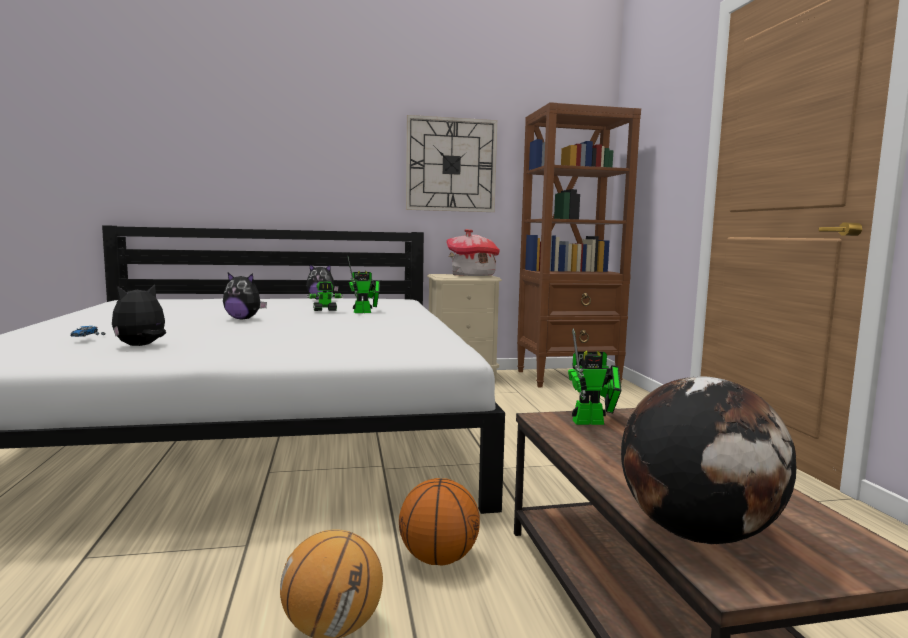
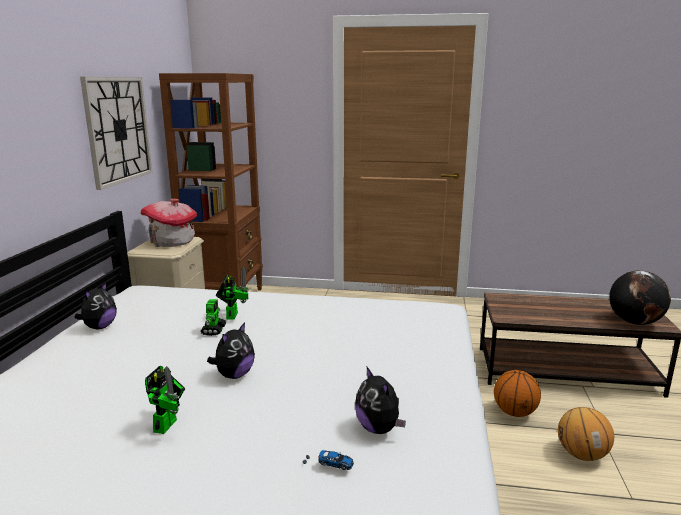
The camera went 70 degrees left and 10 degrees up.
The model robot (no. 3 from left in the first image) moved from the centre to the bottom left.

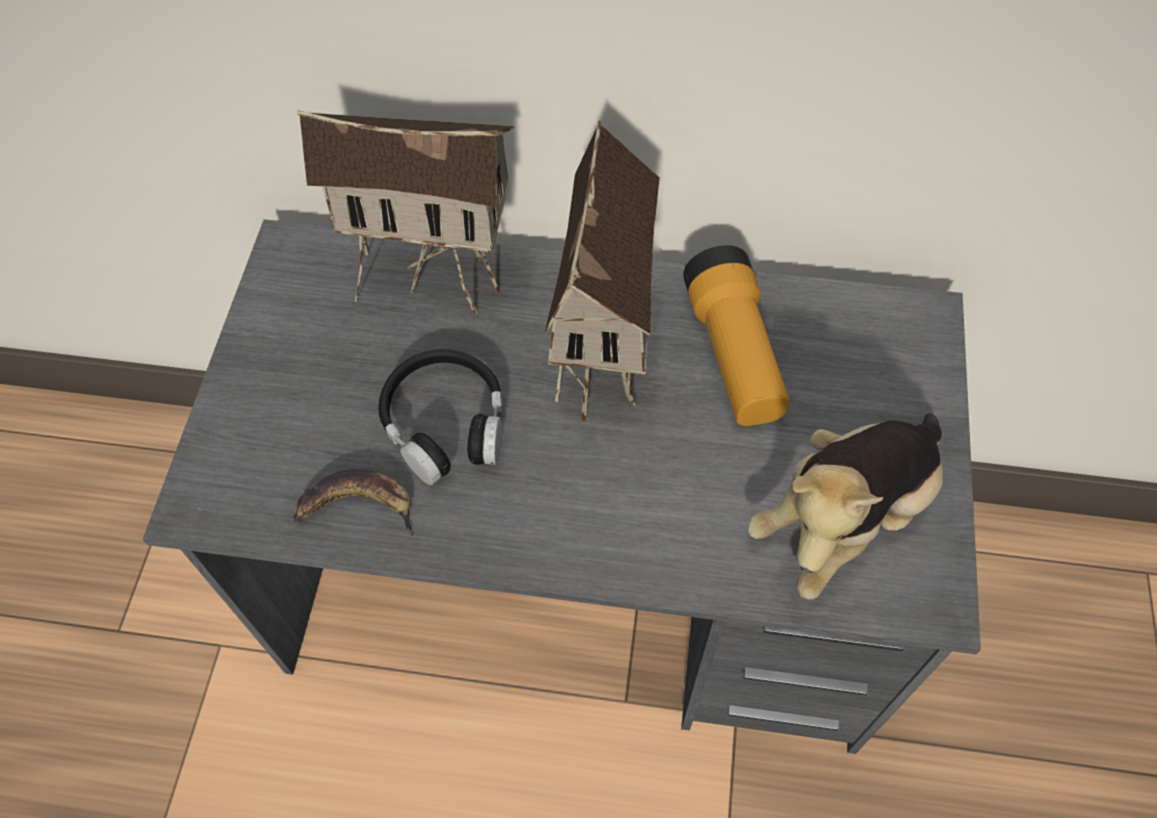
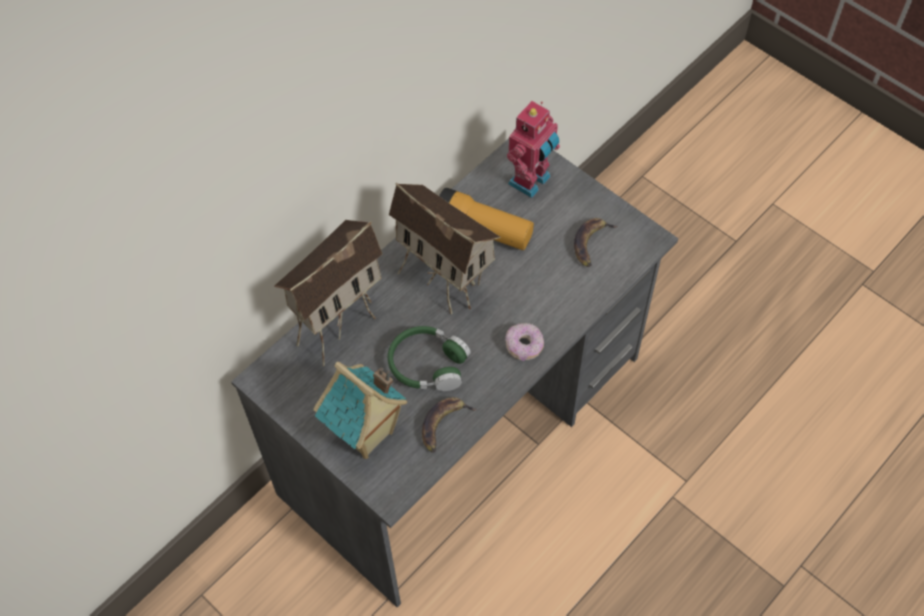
The camera went 55 degrees left and 0 degrees up.
The pair of headphones (black) at the centre became the pair of headphones (green) at the centre.
The cuddly toy at the middle right was replaced by the banana (no. 2 from left) at the centre.
The model robot at the top centre appeared.
The ring doughnut at the centre appeared.
The miniature house (no. 2 from left) at the centre appeared.

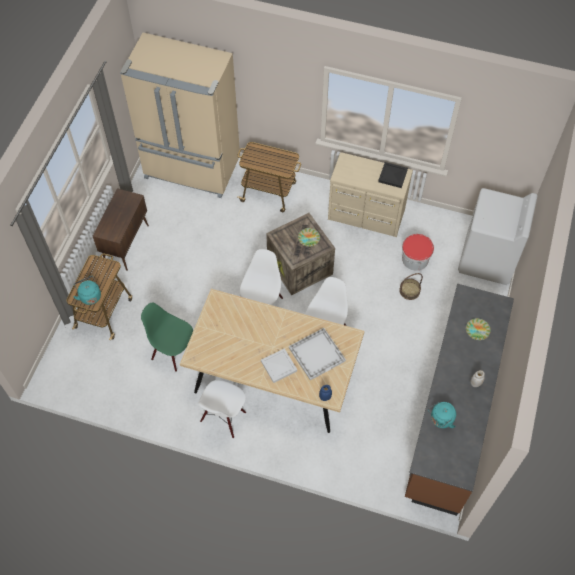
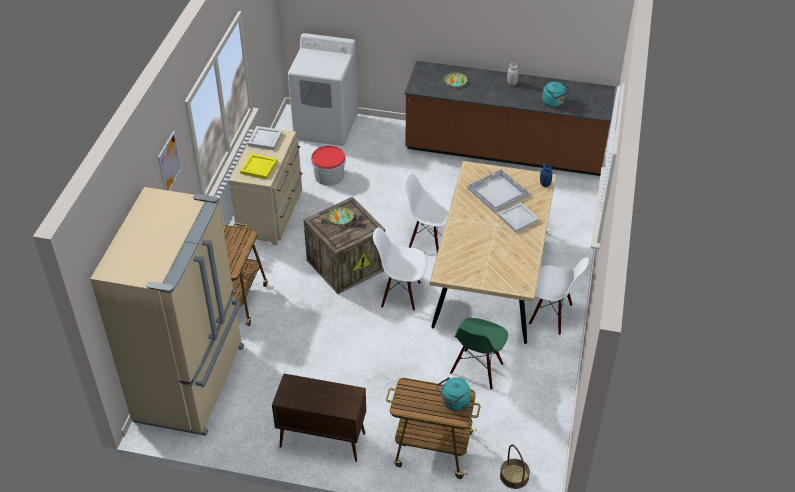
The camera went 95 degrees left and 15 degrees down.
The carrying tray (black) at the top right became the carrying tray (white) (no. 1 from left) at the top centre.
The household basket moved from the middle right to the bottom centre.
The wall art at the top left appeared.
The carrying tray (yellow-coloured) at the middle left appeared.

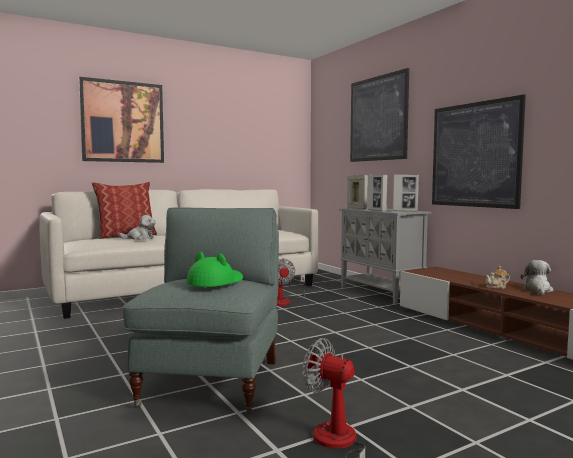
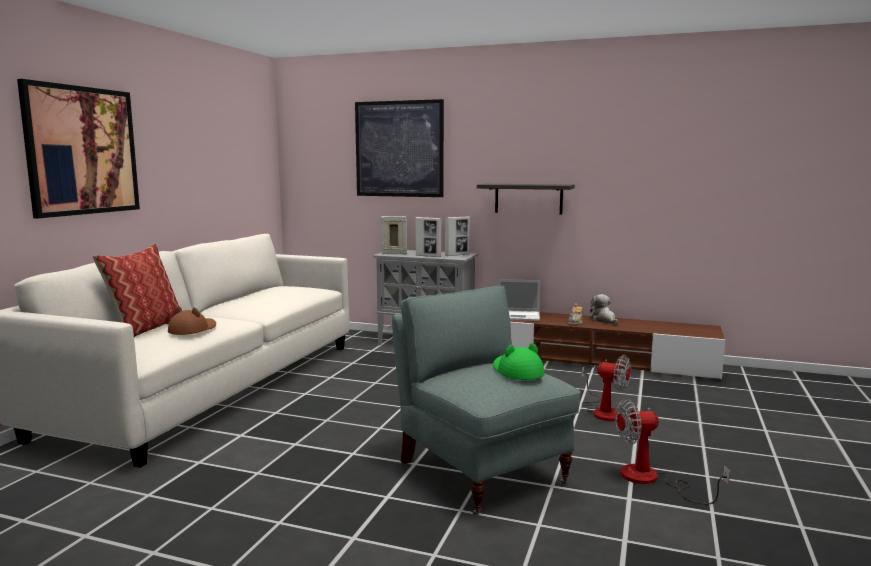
The camera went 40 degrees left and 5 degrees up.
The wall art (no. 3 from left) at the top right was replaced by the wall shelf at the centre.
The cuddly toy (no. 1 from left) at the middle left was replaced by the clothing hat (brown) at the middle left.
The electric fan (no. 1 from left) moved from the centre to the bottom right.
The laptop at the centre appeared.

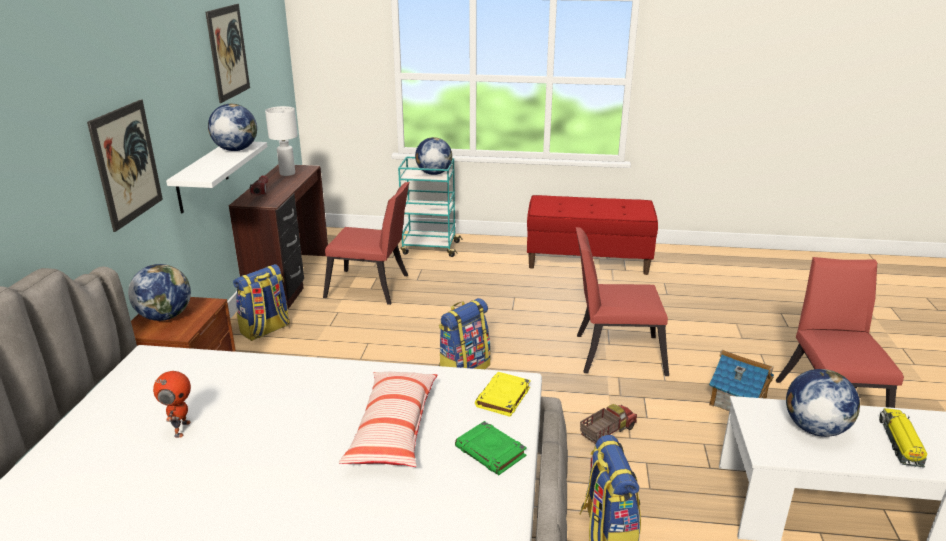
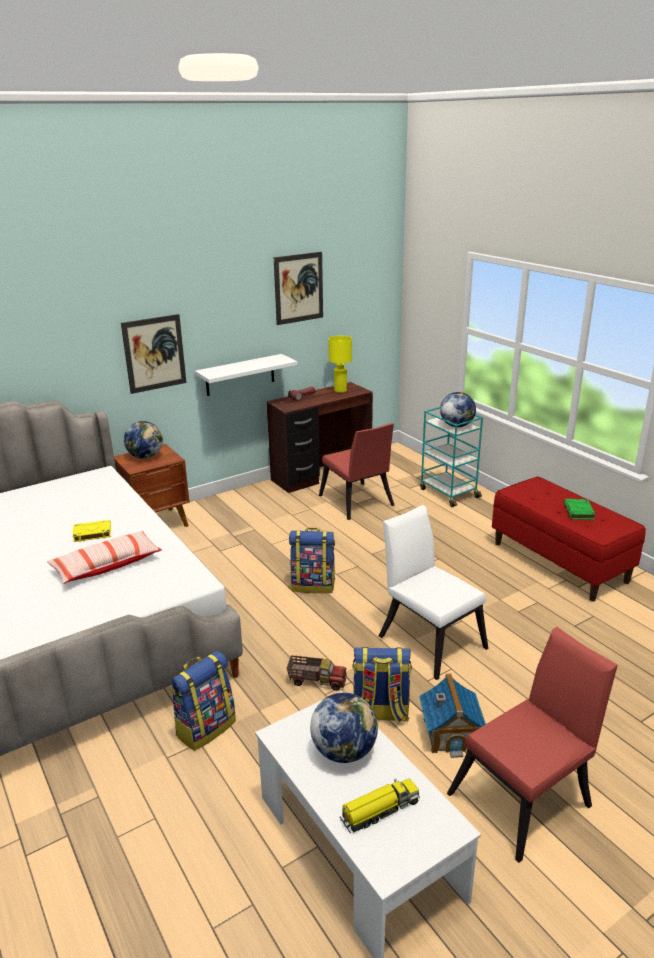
The camera went 50 degrees right and 0 degrees up.
The world globe (no. 2 from left) at the top left disappeared.
The tabletop lamp (white) at the top left became the tabletop lamp (yellow-coloured) at the centre.
The chair (reddish) (no. 2 from left) at the centre became the chair (white) at the centre.
The knapsack (no. 1 from left in the first image) moved from the middle left to the bottom centre.
The model robot at the bottom left disappeared.
The bound book (yellow-coloured) moved from the bottom centre to the middle left.
The bound book (green) moved from the bottom centre to the middle right.

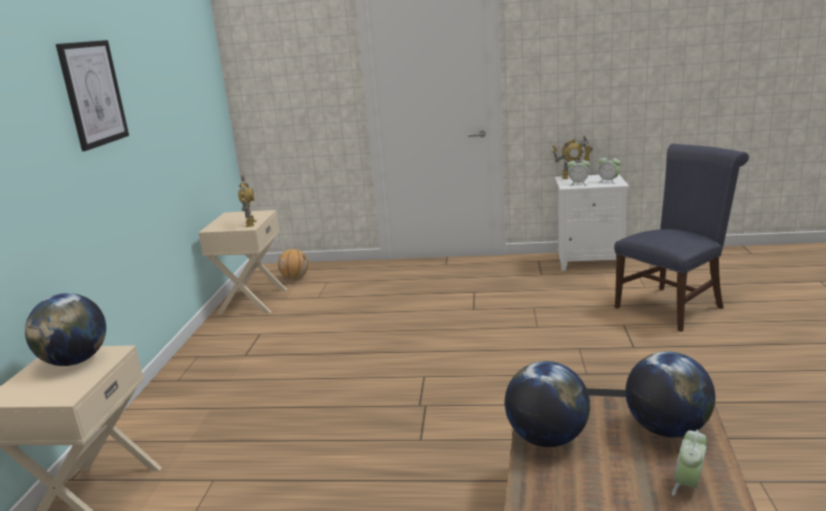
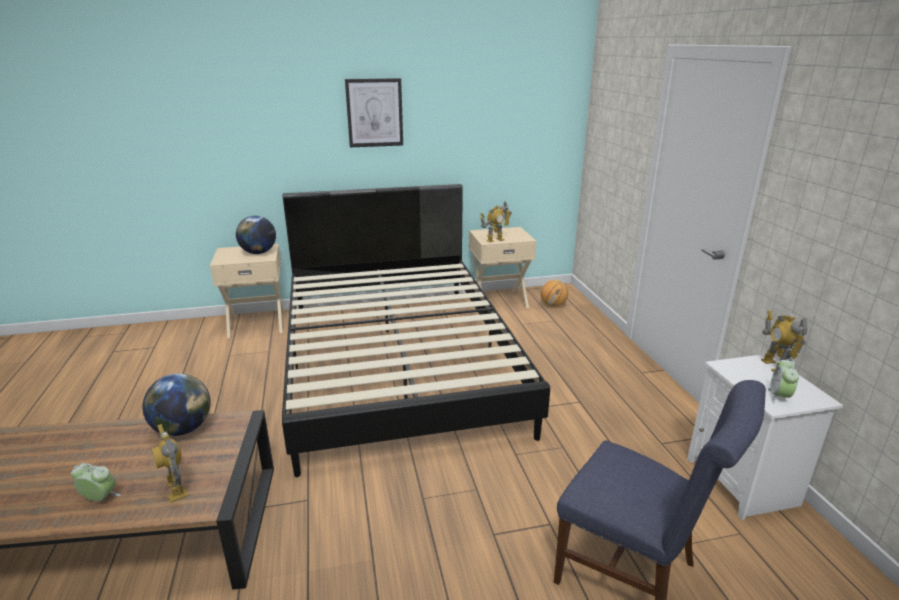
The camera went 70 degrees right and 5 degrees up.
The bedside clock (no. 1 from left) at the middle right disappeared.
The world globe (no. 3 from left) at the bottom right was replaced by the model robot (no. 1 from left) at the bottom left.
The bed (black) at the centre appeared.

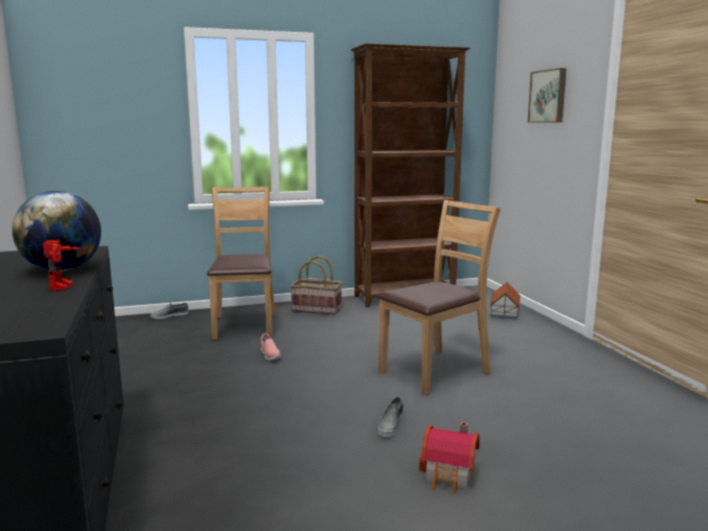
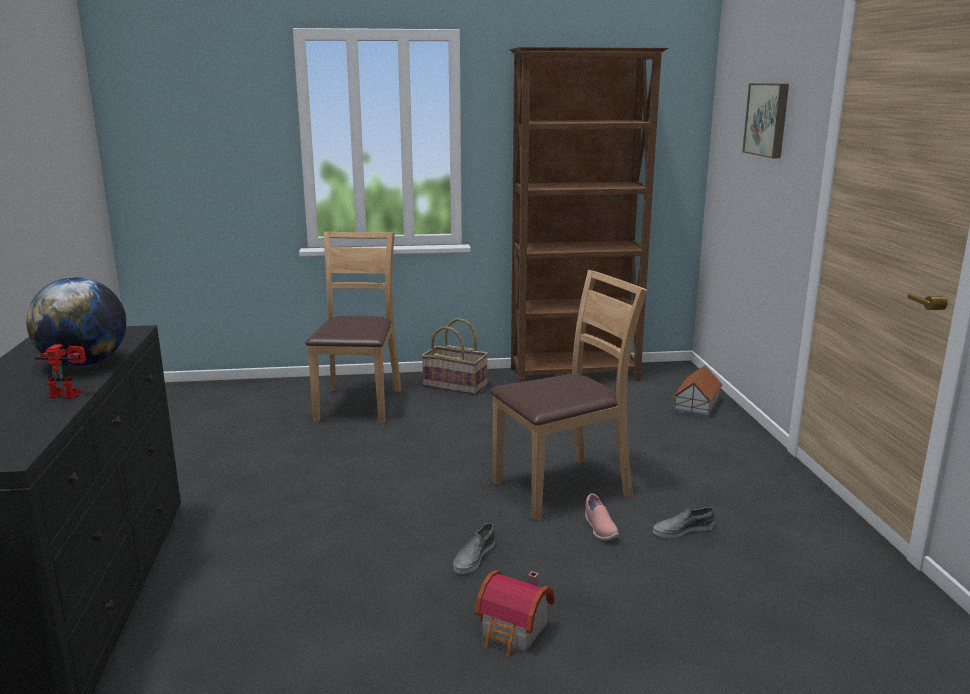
The camera went 10 degrees right and 5 degrees up.
The model robot at the middle left turned 90 degrees counterclockwise.
The shoe (grey) (no. 1 from left in the first image) moved from the middle left to the bottom right.
The shoe (pinkish) moved from the centre to the bottom centre.

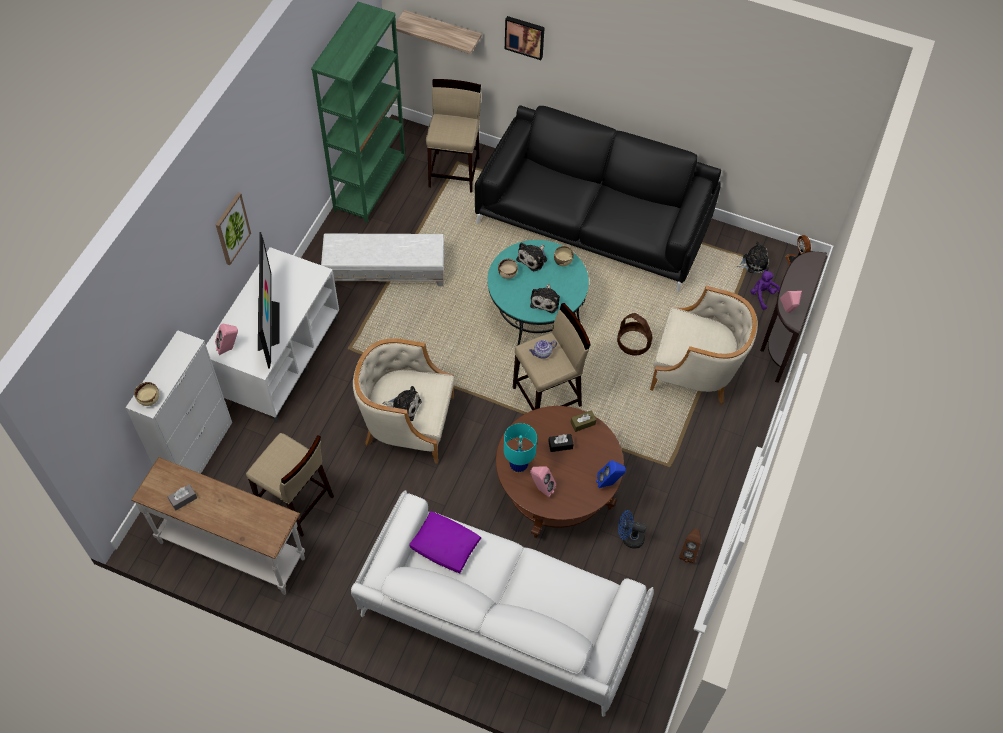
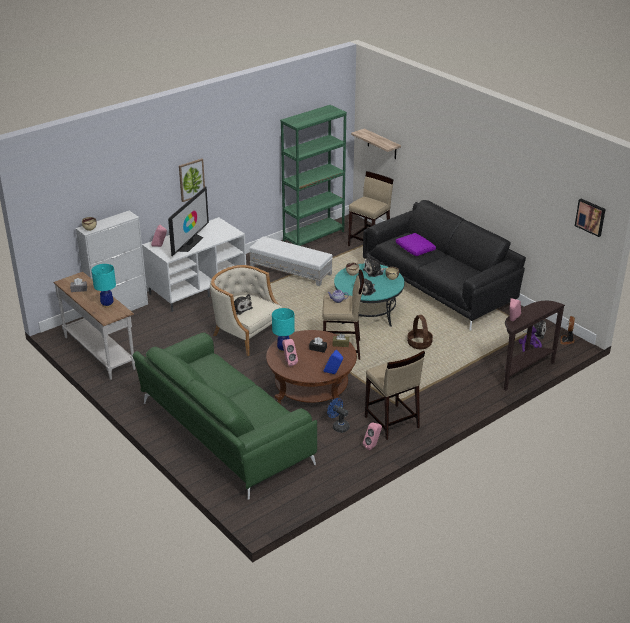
The camera went 30 degrees right and 25 degrees down.
The wall art (no. 2 from left) moved from the top centre to the middle right.
The easy chair (sand-coloured) (no. 2 from left) at the middle right disappeared.
The stool (sand-coloured) (no. 1 from left in the first image) moved from the middle left to the centre.
The sofa (white) at the bottom centre became the sofa (green) at the bottom centre.
The cushion (purple) moved from the bottom centre to the centre.
The loudspeaker (brown) at the bottom right became the loudspeaker (pinkish) (no. 3 from left) at the bottom centre.
The tabletop lamp (turquoise) (no. 1 from left) at the middle left appeared.

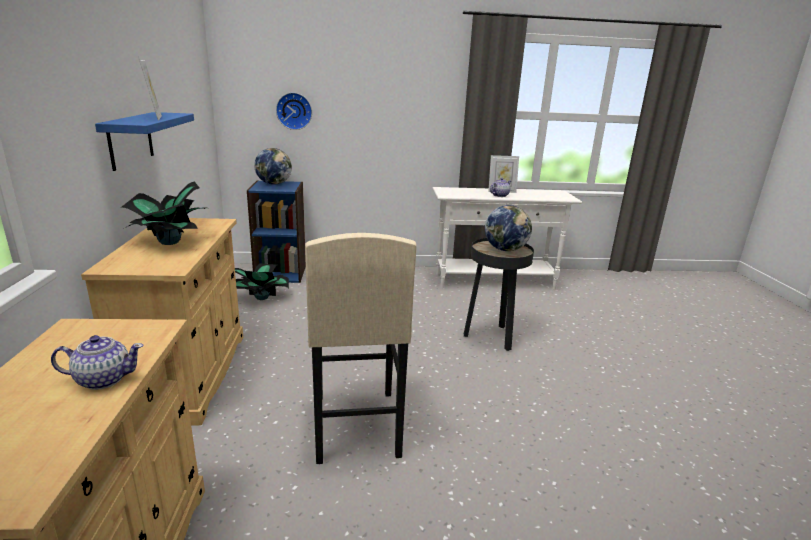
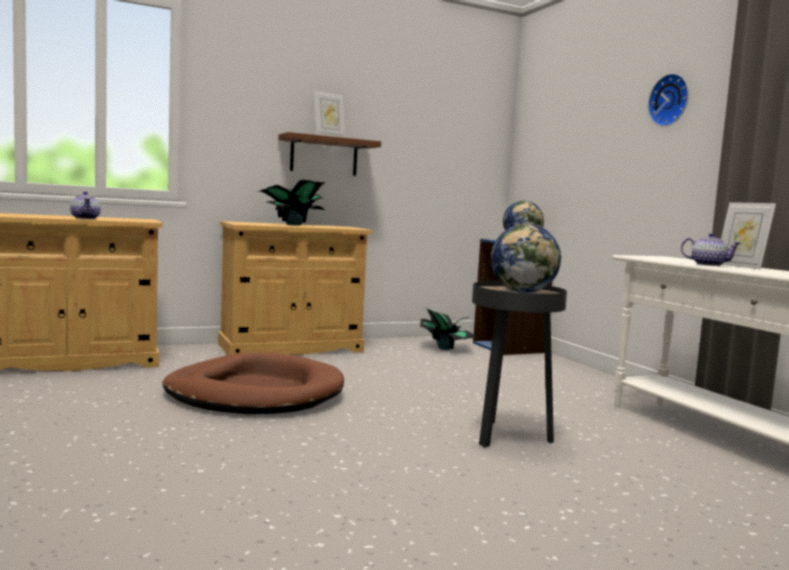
The camera went 70 degrees right and 15 degrees down.
The wall clock moved from the top centre to the top right.
The wall shelf (blue-coloured) at the top left became the wall shelf (brown) at the top centre.
The stool (sand-coloured) at the centre was replaced by the dog bed (brown) at the bottom left.

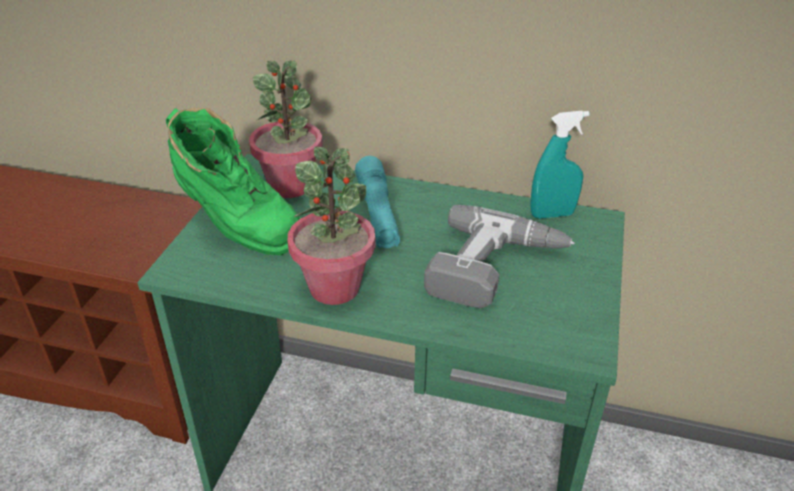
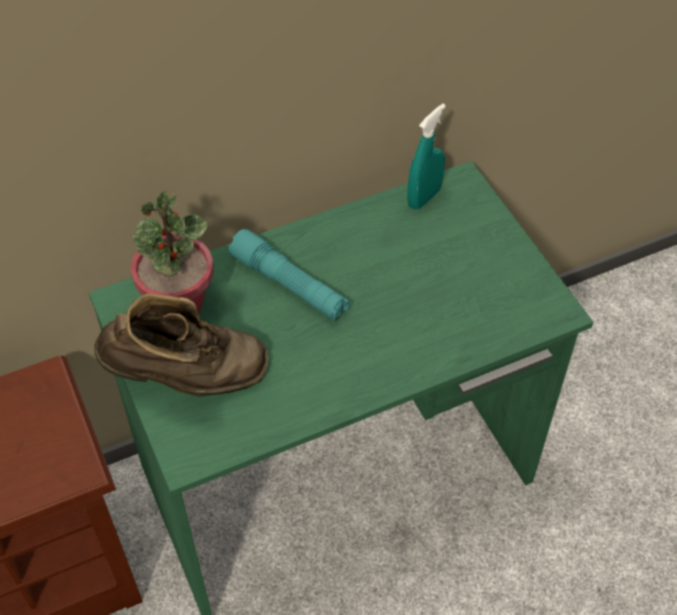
The camera went 40 degrees left and 15 degrees up.
The tall boot (green) at the middle left became the tall boot (brown) at the middle left.
The potted plant (no. 2 from left) at the centre disappeared.
The electric drill at the centre disappeared.

